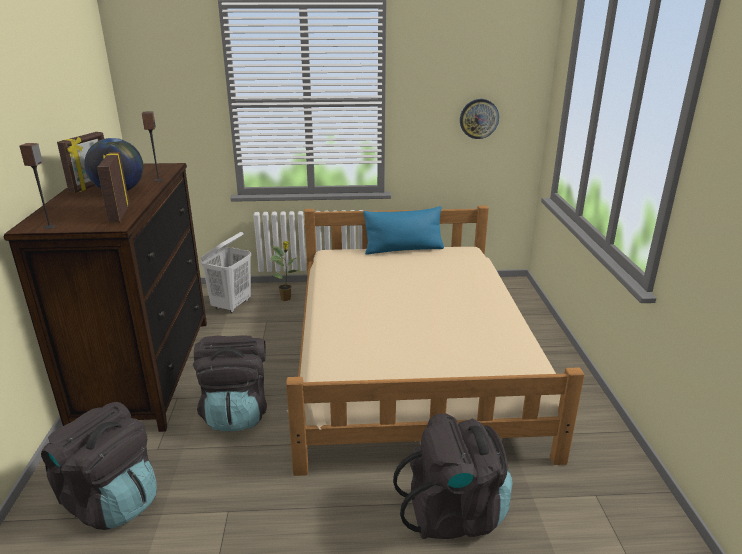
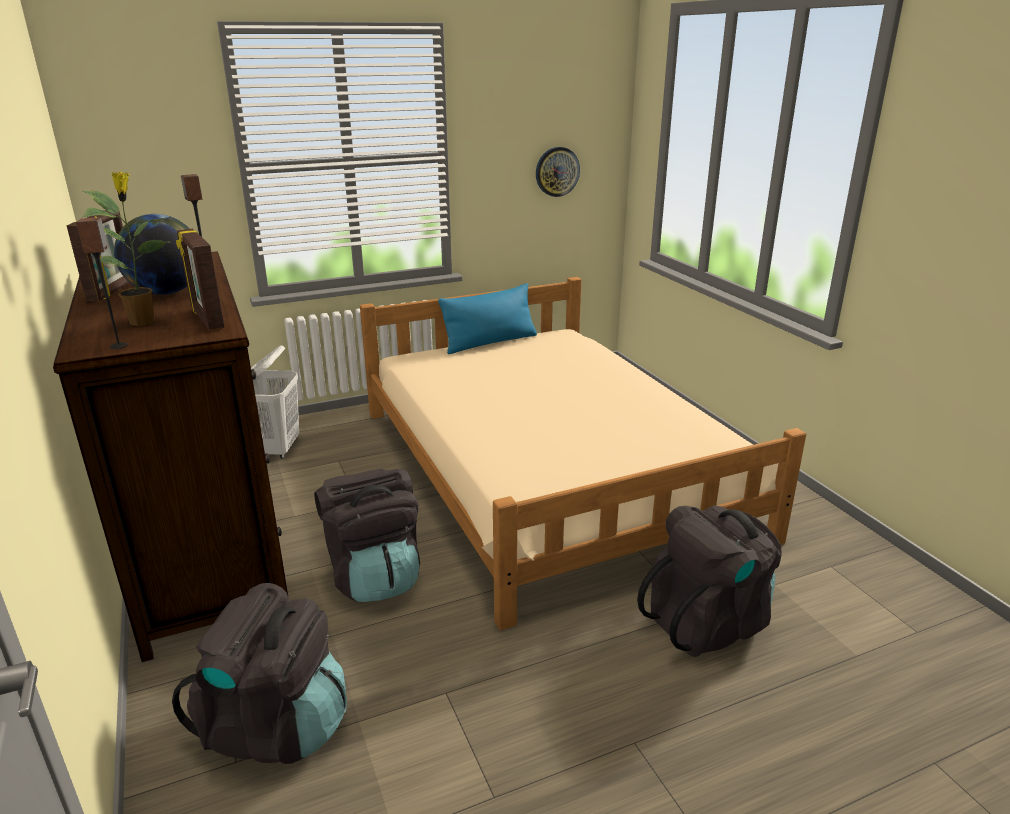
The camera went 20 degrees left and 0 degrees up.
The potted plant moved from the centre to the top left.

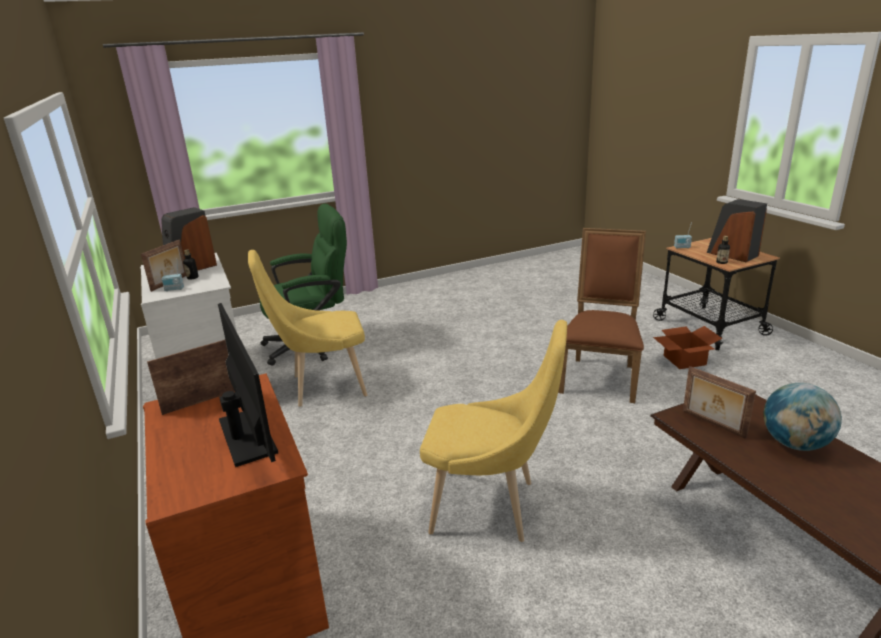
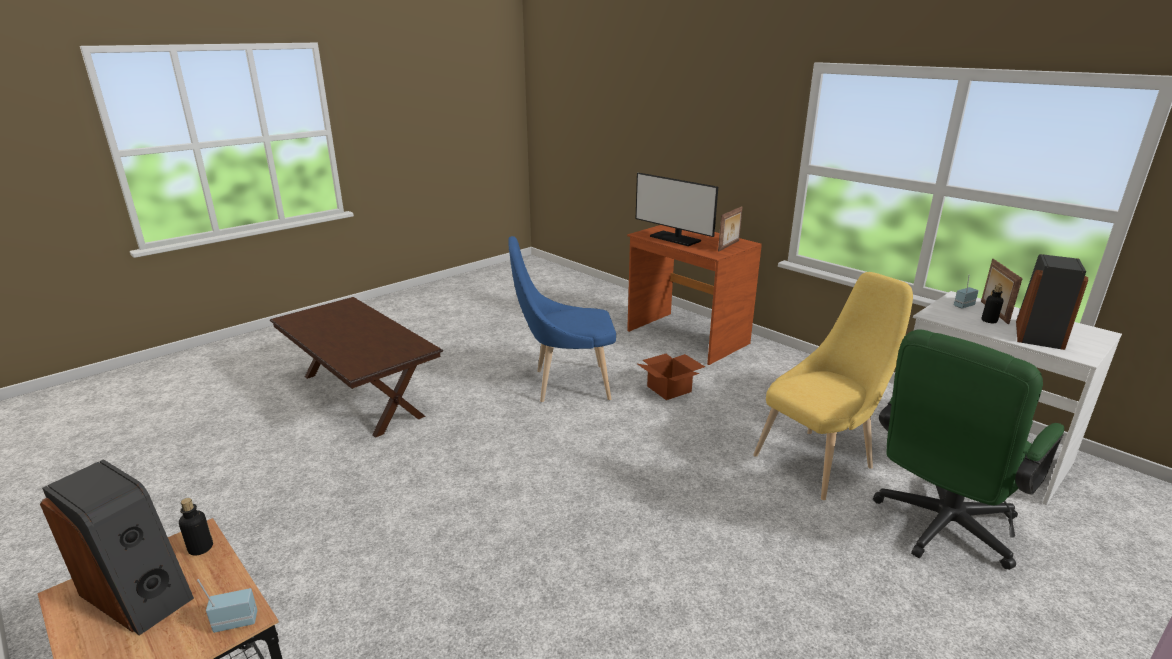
The camera went 160 degrees right and 0 degrees up.
The chair (brown) at the middle right disappeared.
The chair (yellow-coloured) (no. 2 from left) at the bottom centre became the chair (blue-coloured) at the centre.
The carton moved from the middle right to the centre.
The photo frame (no. 3 from left) at the middle right disappeared.
The world globe at the middle right disappeared.

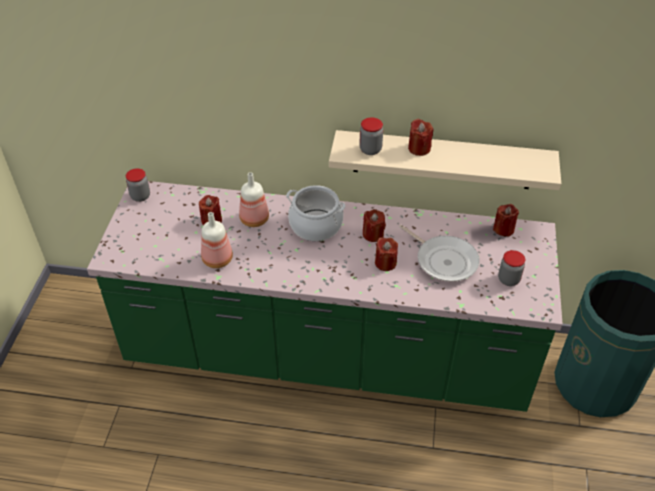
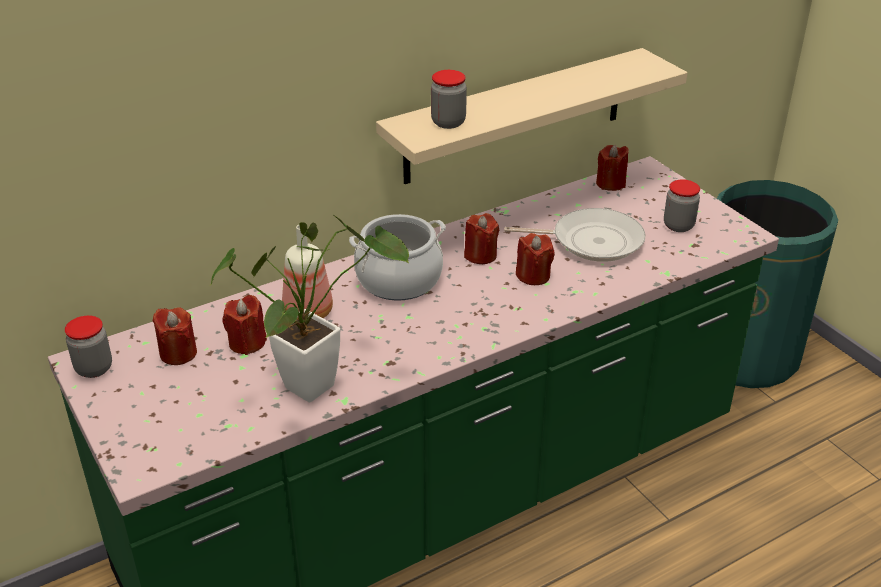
The camera went 40 degrees left and 10 degrees down.
The wax light (reddish) (no. 4 from left in the first image) moved from the top centre to the middle left.
The drink bottle (no. 1 from left) at the middle left was replaced by the potted plant at the centre.

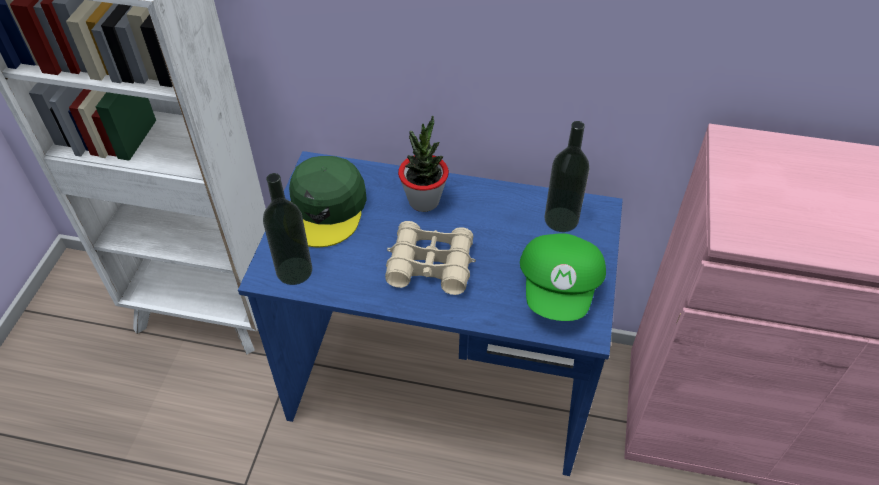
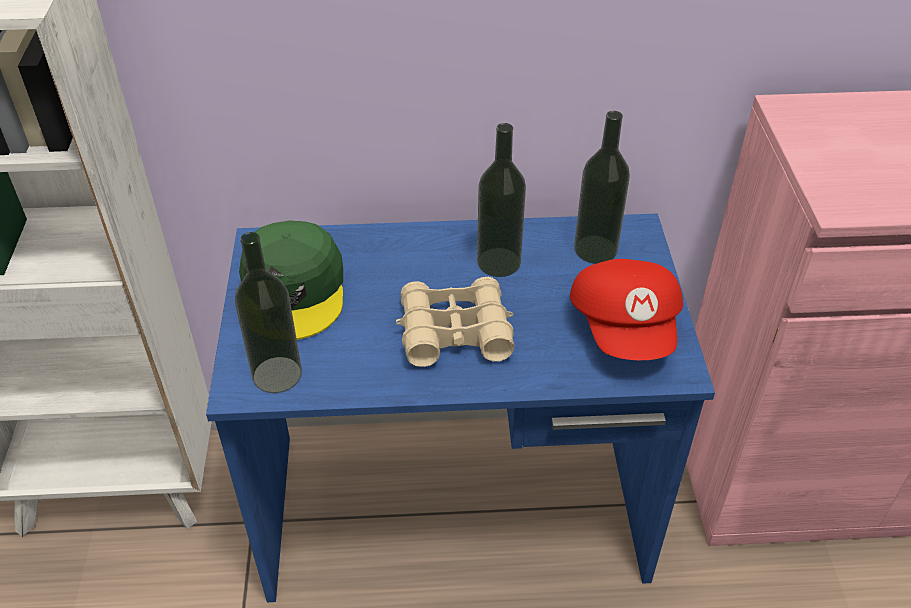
The camera went 15 degrees left and 5 degrees down.
The potted plant at the centre disappeared.
The cap (green) (no. 2 from left) at the centre became the cap (reddish) at the middle right.
The drink bottle (no. 2 from left) at the top centre appeared.

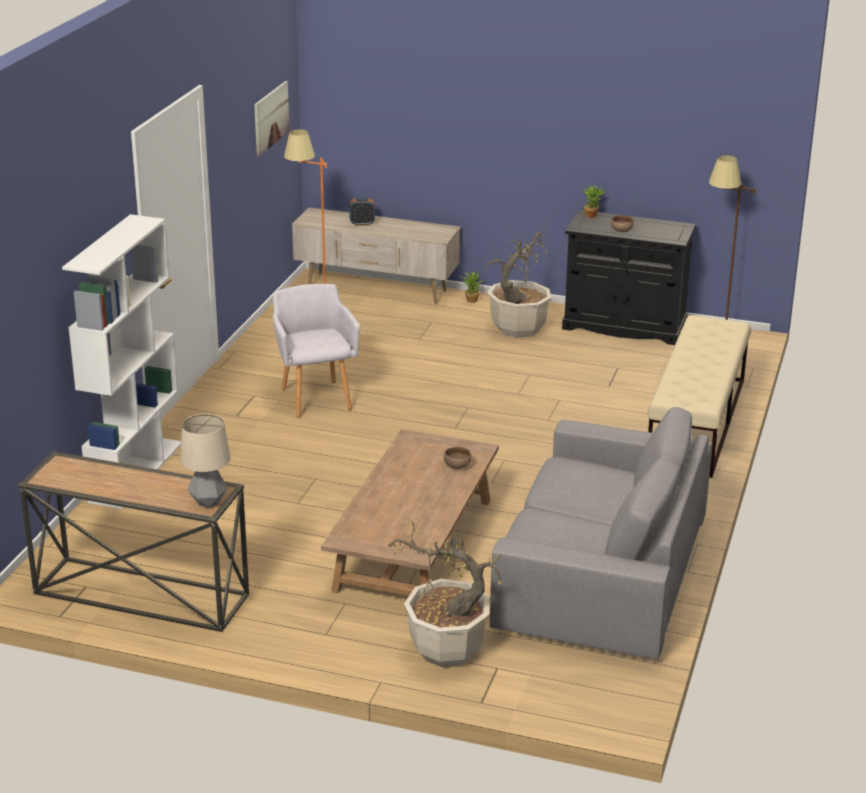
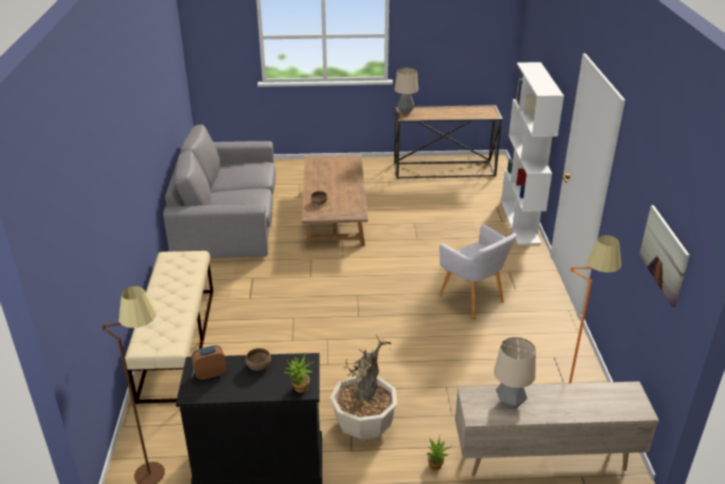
The camera went 160 degrees right and 5 degrees up.
The bedside clock moved from the top centre to the bottom left.
The potted plant (no. 1 from left) at the bottom centre disappeared.
The tabletop lamp (no. 2 from left) at the bottom right appeared.

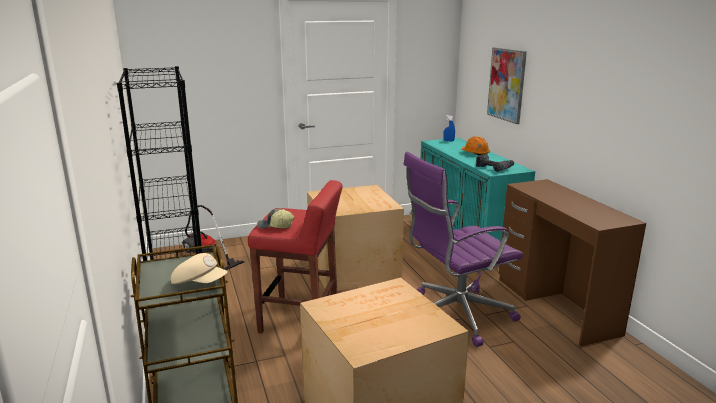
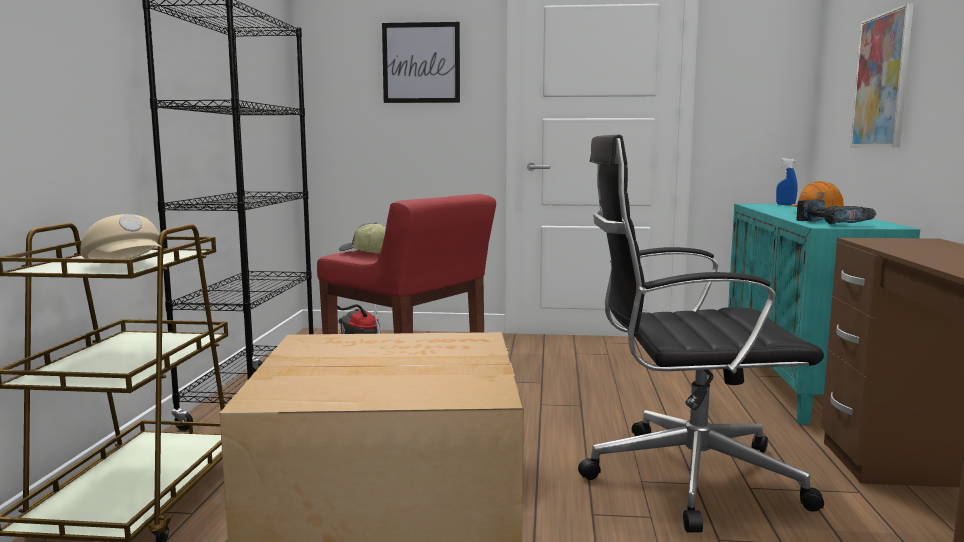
The camera went 25 degrees right and 10 degrees down.
The desk chair (purple) at the centre became the desk chair (black) at the middle right.
The carton (no. 1 from left) at the centre disappeared.
The wall art (no. 1 from left) at the top centre appeared.

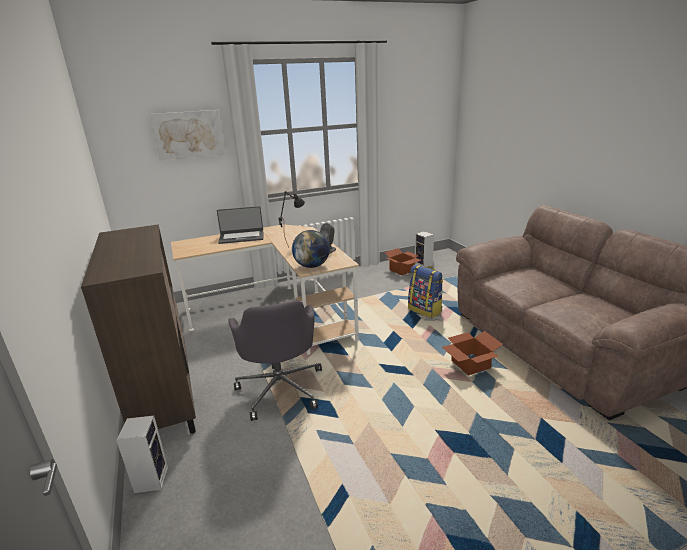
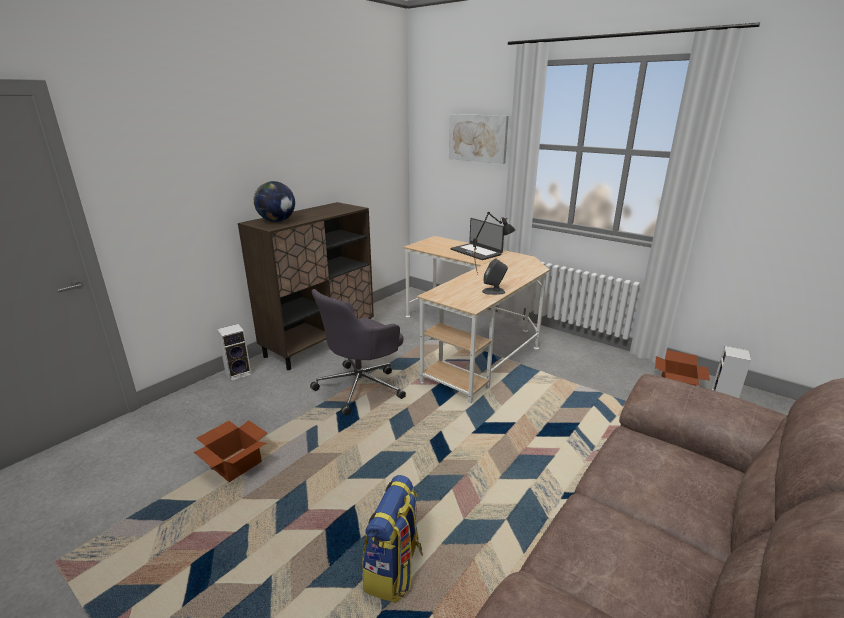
The camera went 60 degrees right and 0 degrees up.
The world globe moved from the centre to the top left.
The knapsack moved from the centre to the bottom centre.
The carton (no. 2 from left in the first image) moved from the middle right to the bottom left.

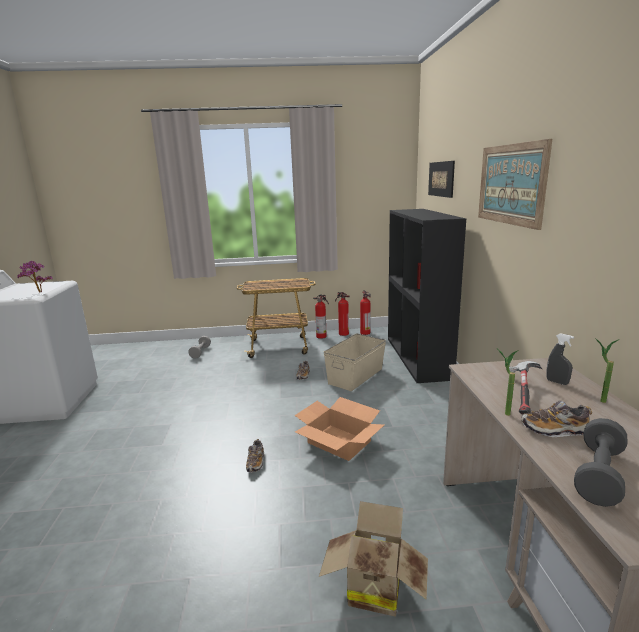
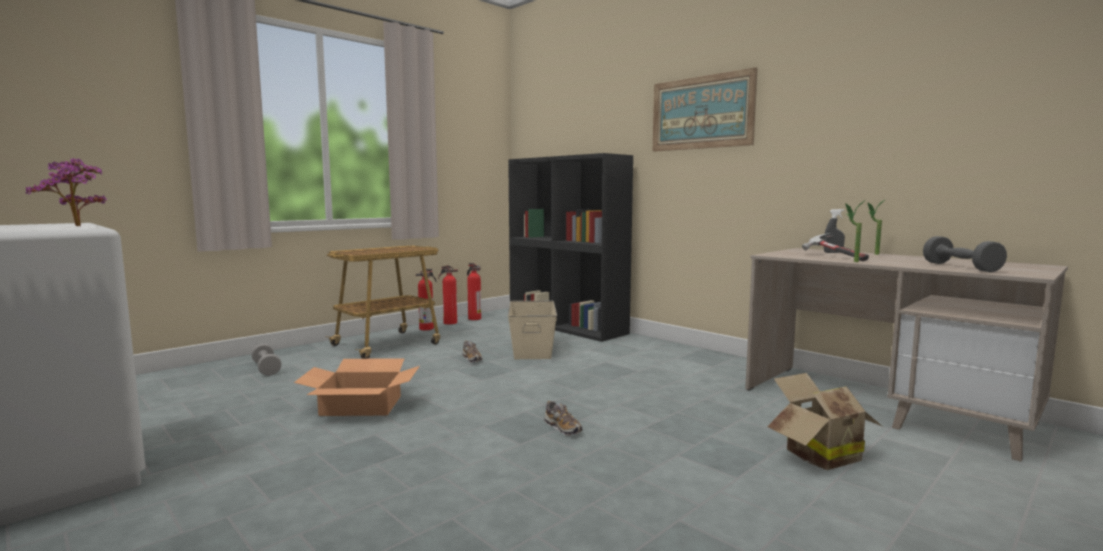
The camera went 40 degrees left and 10 degrees down.
The wall art (no. 1 from left) at the top right disappeared.
The carton (no. 1 from left) moved from the bottom centre to the bottom left.
The shoe (no. 3 from left) at the middle right disappeared.

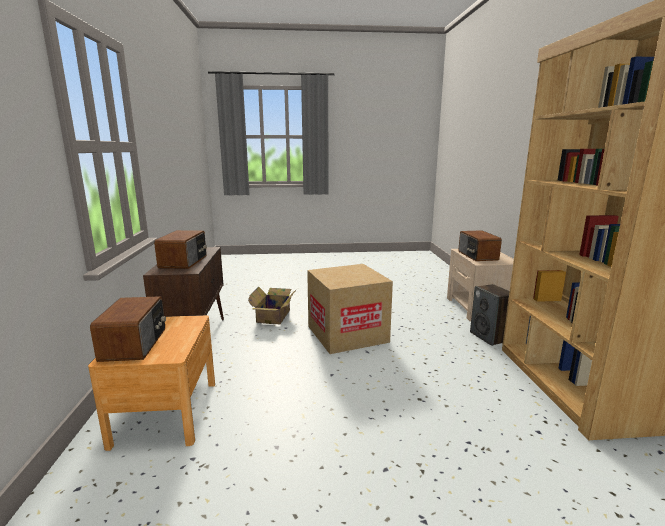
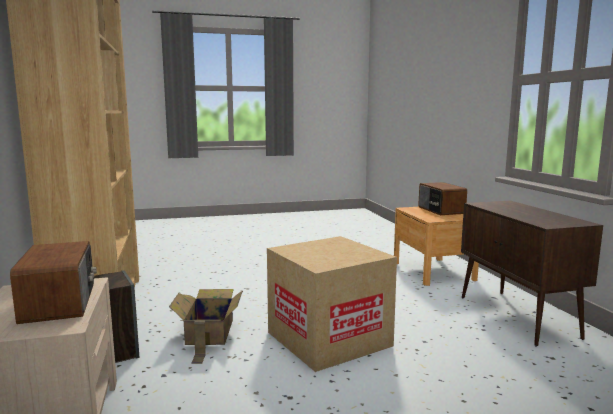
The camera went 170 degrees right and 5 degrees down.
The radio (no. 2 from left) at the middle left disappeared.
The carton (no. 1 from left) moved from the centre to the bottom centre.

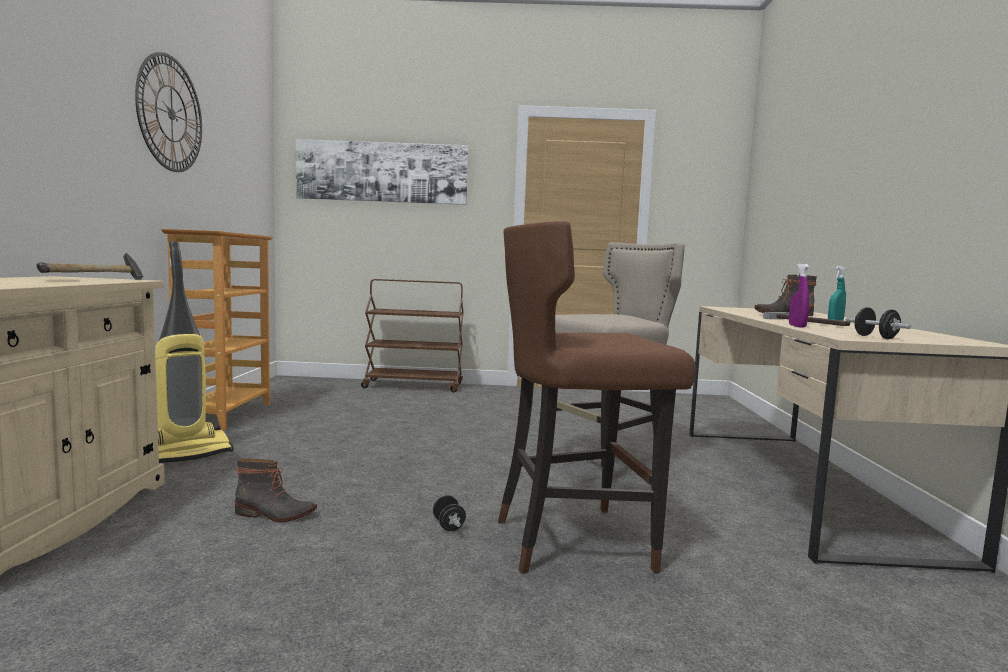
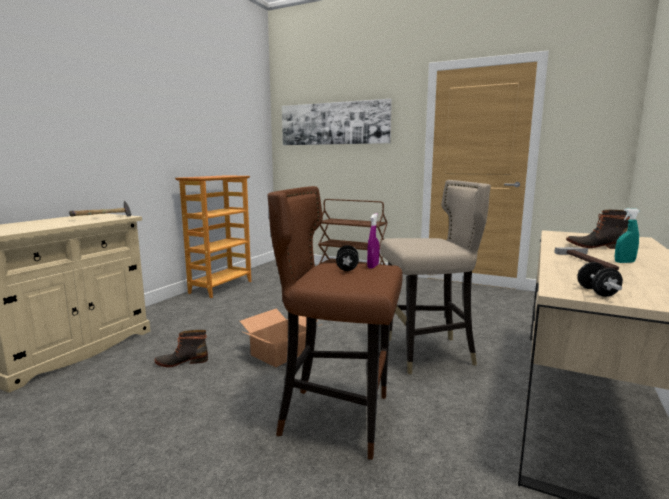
The camera went 25 degrees right and 5 degrees up.
The wall clock at the top left disappeared.
The vacuum at the middle left disappeared.
The hand sprayer (purple) moved from the middle right to the centre.
The tall boot (no. 1 from left) at the bottom left turned 135 degrees clockwise.
The hand weight (black) (no. 1 from left) moved from the bottom centre to the centre.
The carton at the bottom centre appeared.

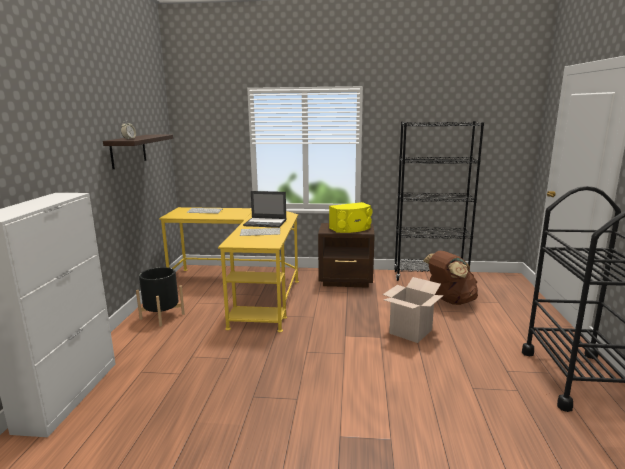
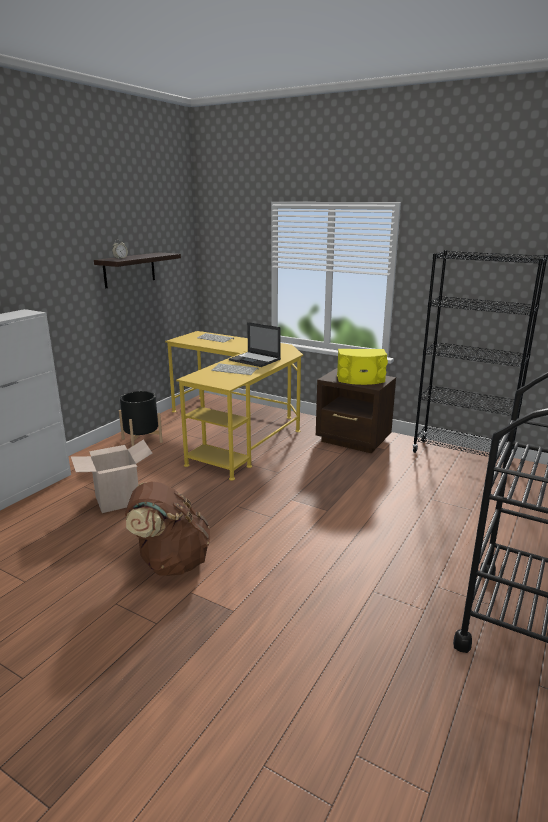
The camera went 25 degrees right and 5 degrees up.
The knapsack (brown) moved from the middle right to the middle left.
The carton moved from the centre to the middle left.

